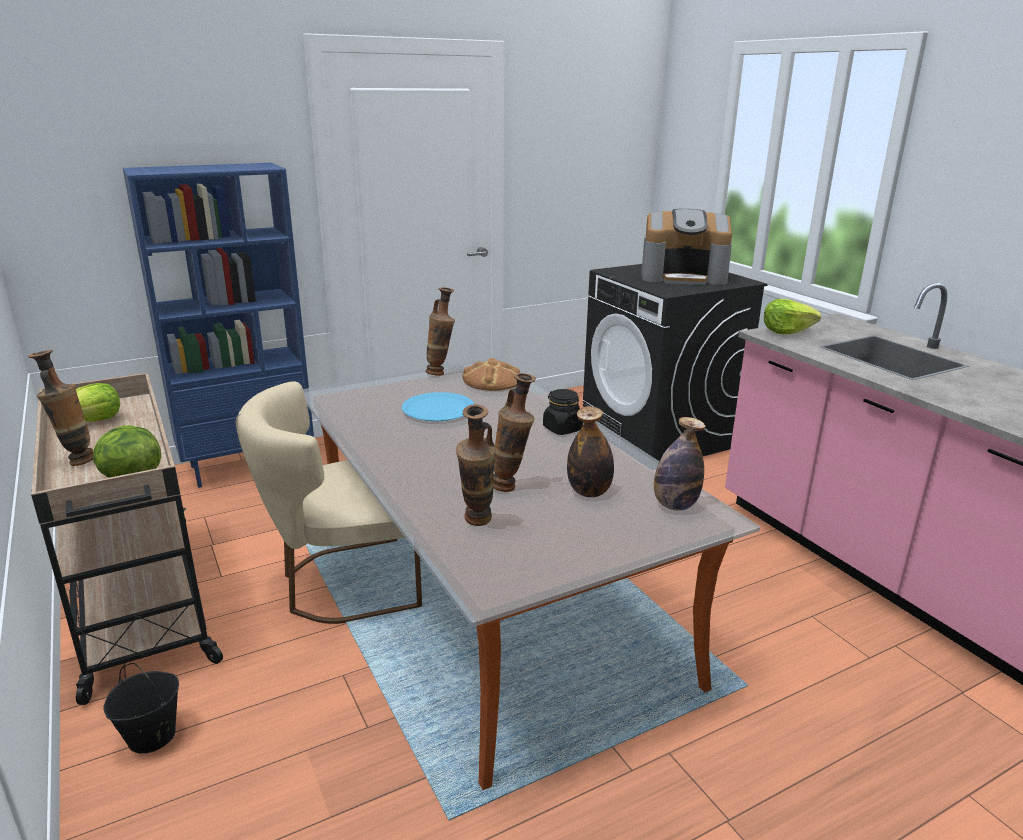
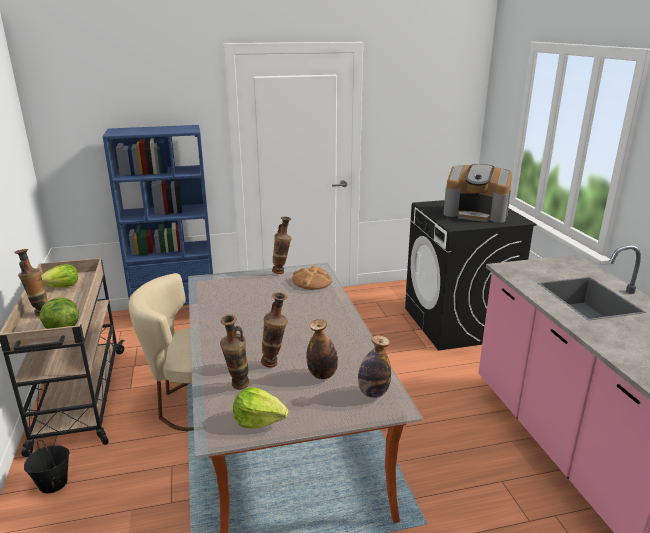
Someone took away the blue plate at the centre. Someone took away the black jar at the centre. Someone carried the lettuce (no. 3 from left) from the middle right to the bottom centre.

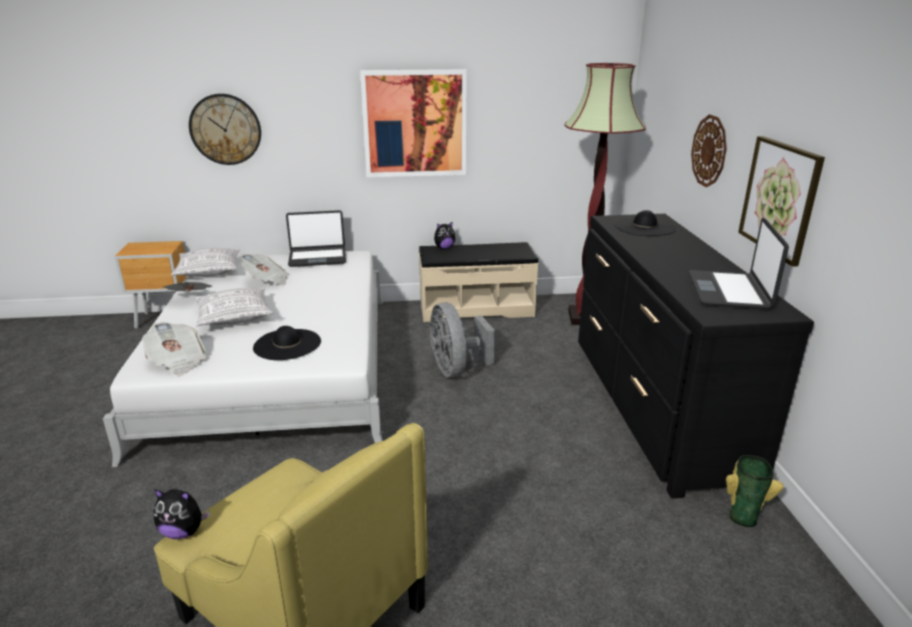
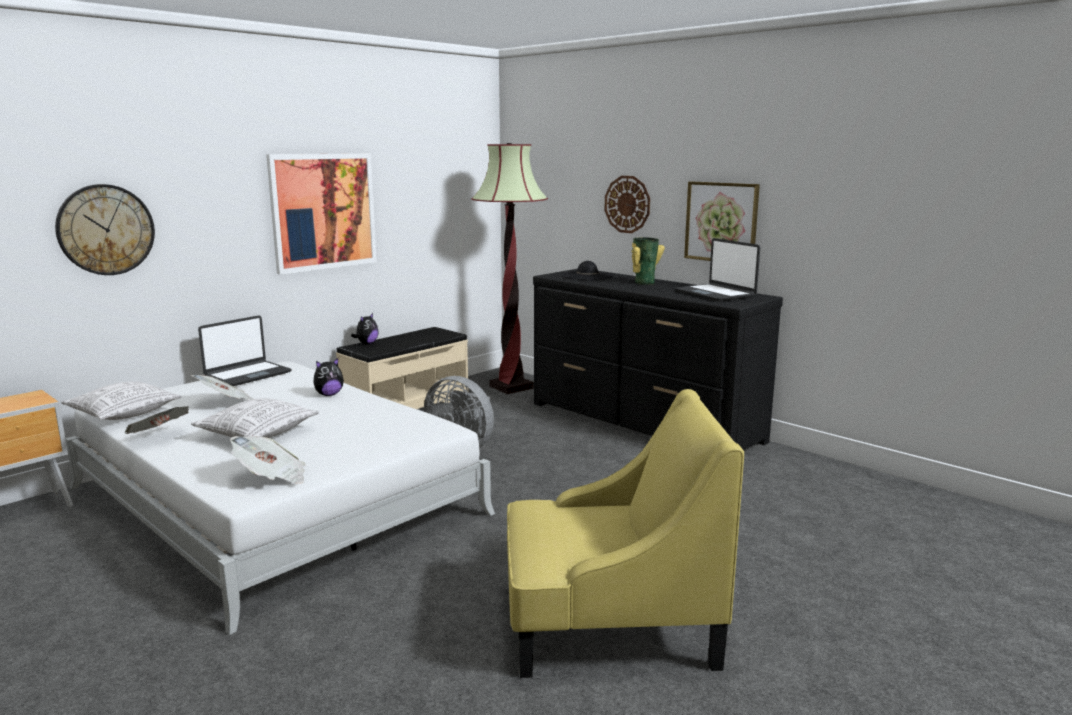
Someone carried the plush toy (no. 1 from left) from the bottom left to the middle left. Someone took away the black hat (no. 1 from left) at the middle left. Someone carried the vase from the bottom right to the centre.

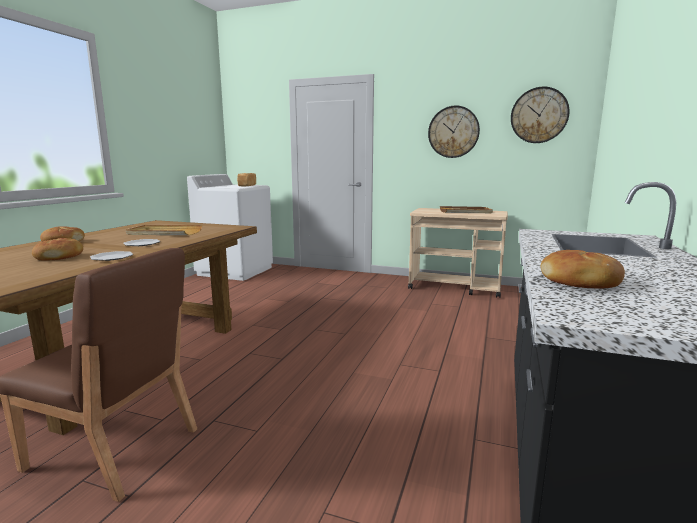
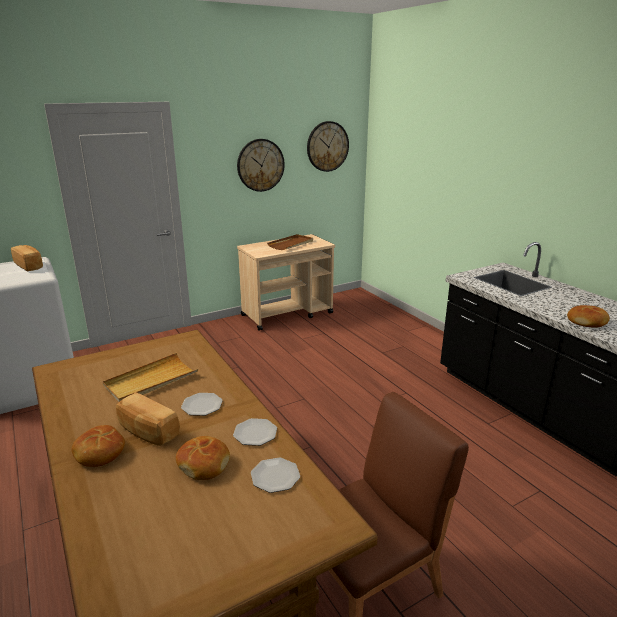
Someone put down the bread (no. 3 from left) at the bottom left. Someone put down the plate (no. 3 from left) at the bottom centre.

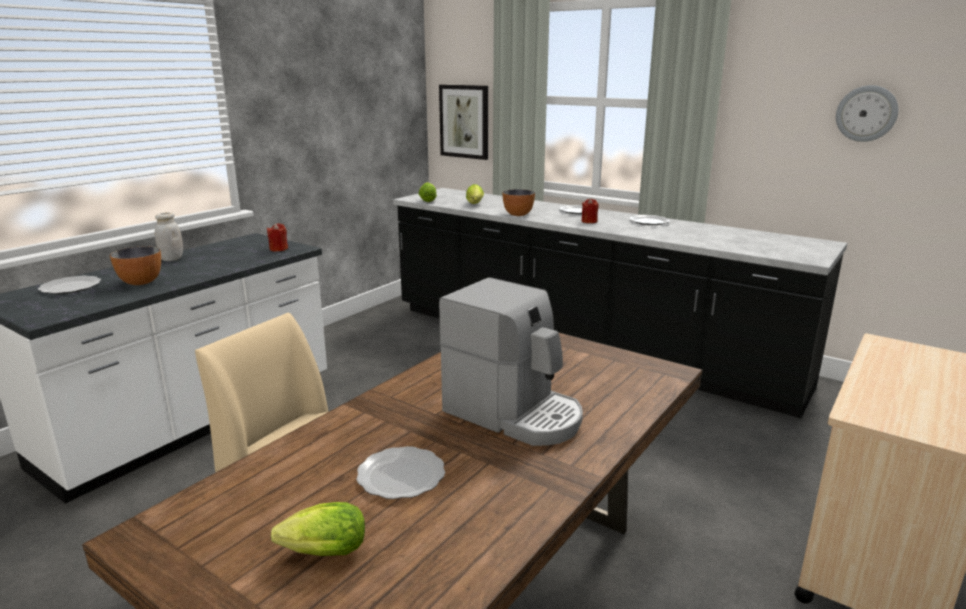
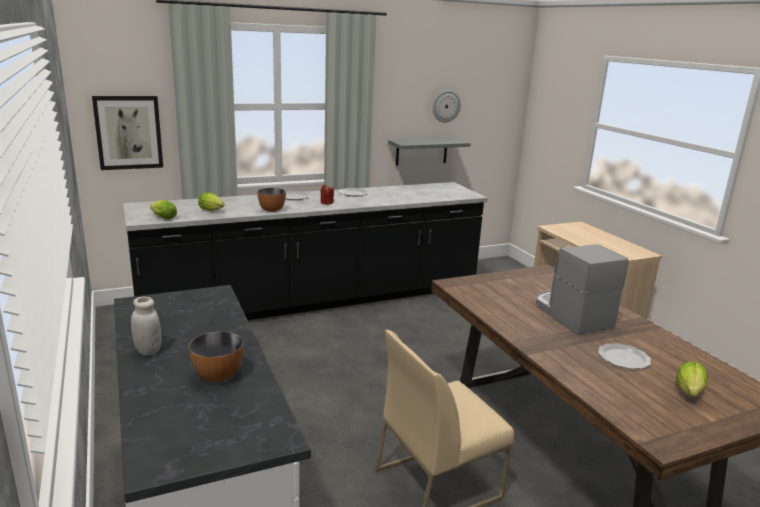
Someone took away the plate (no. 1 from left) at the middle left. Someone took away the red candle (no. 1 from left) at the middle left. Someone rotated the coffee machine at the centre by 90 degrees counterclockwise. Someone put up the grey shelf at the top centre.

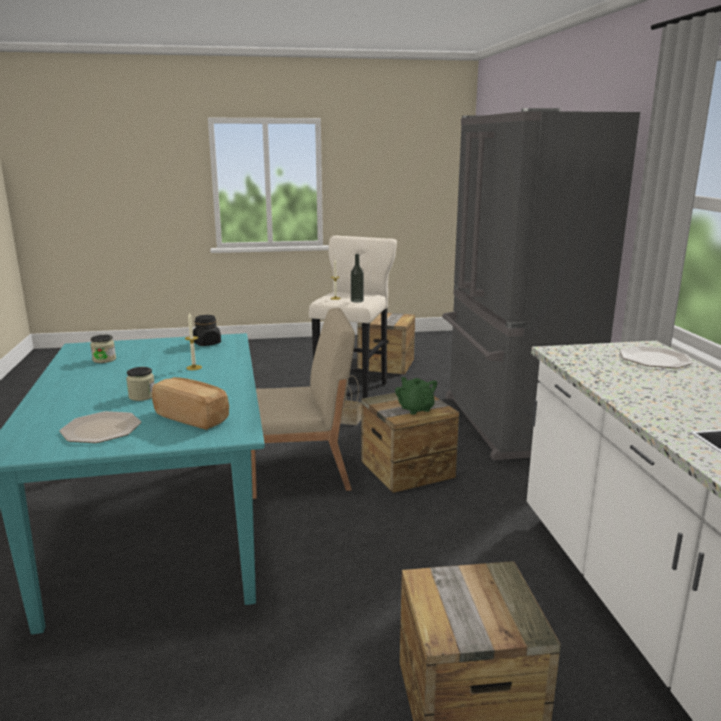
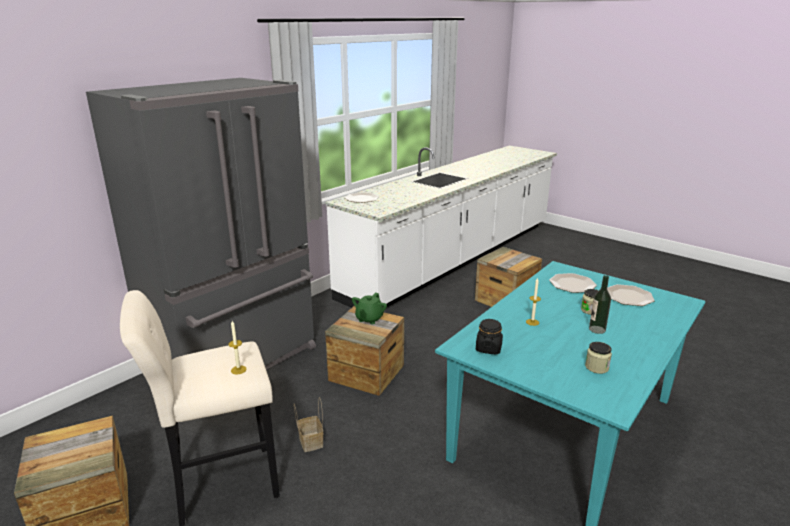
Someone swapped the bread at the middle left for the plate (no. 2 from left) at the middle right. Someone took away the beige chair at the centre. Someone carried the bottle from the centre to the middle right.

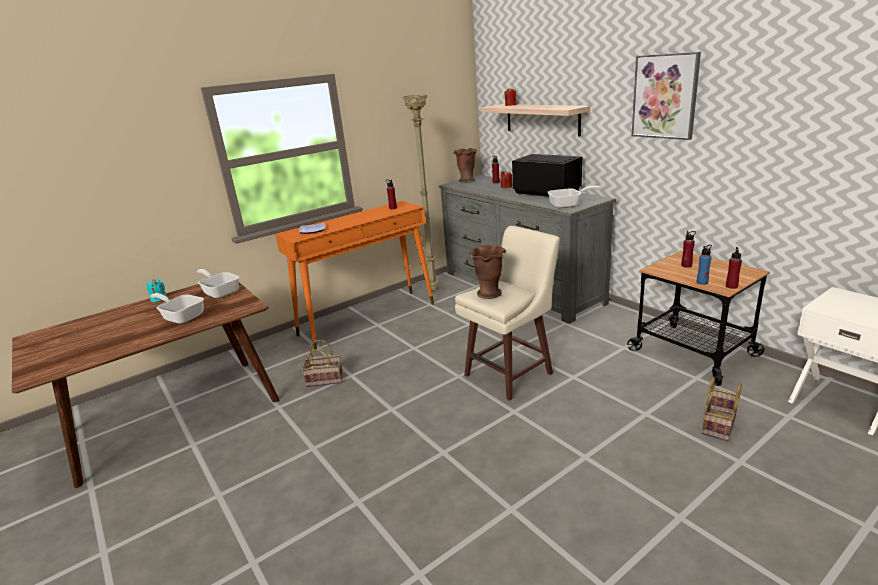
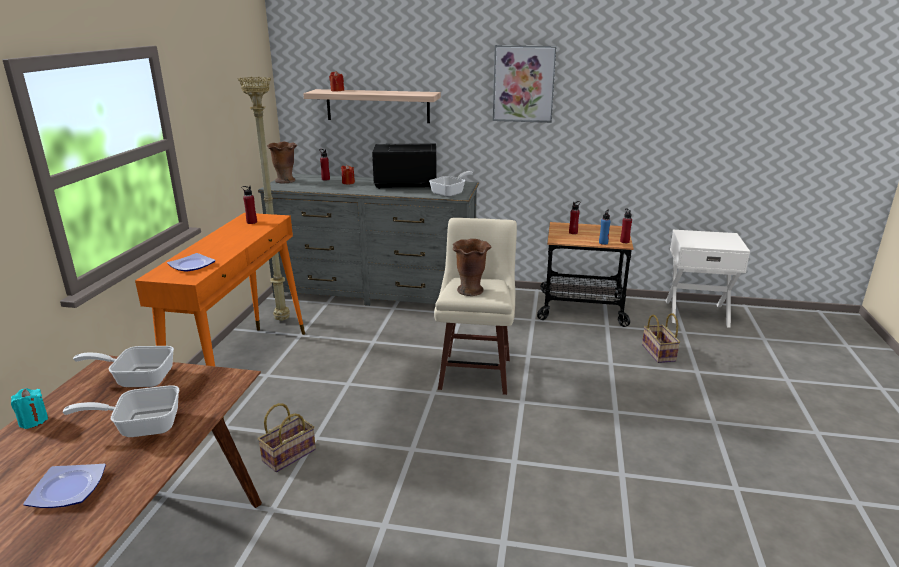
Someone put down the plate (no. 1 from left) at the bottom left.

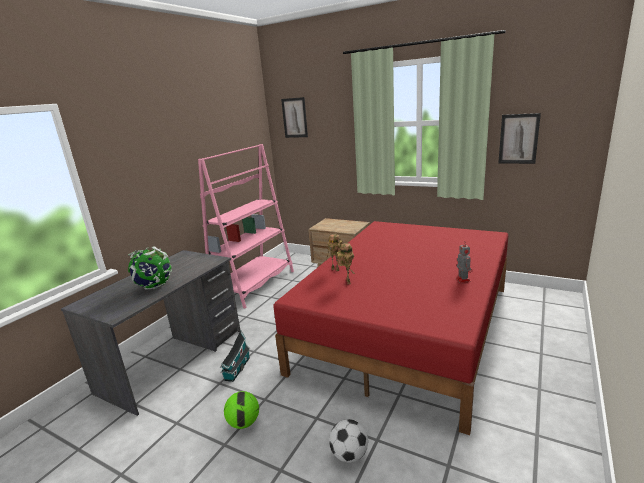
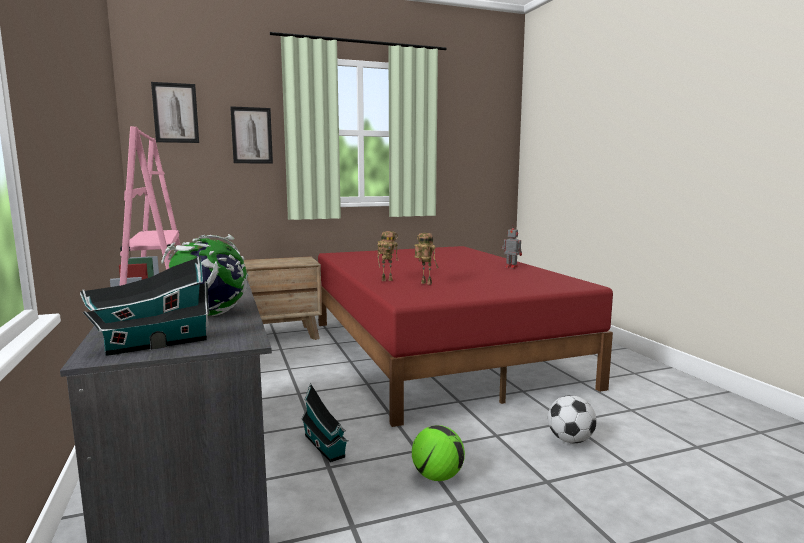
Someone carried the picture (no. 2 from left) from the top right to the top left. Someone put down the toy house (no. 1 from left) at the middle left.

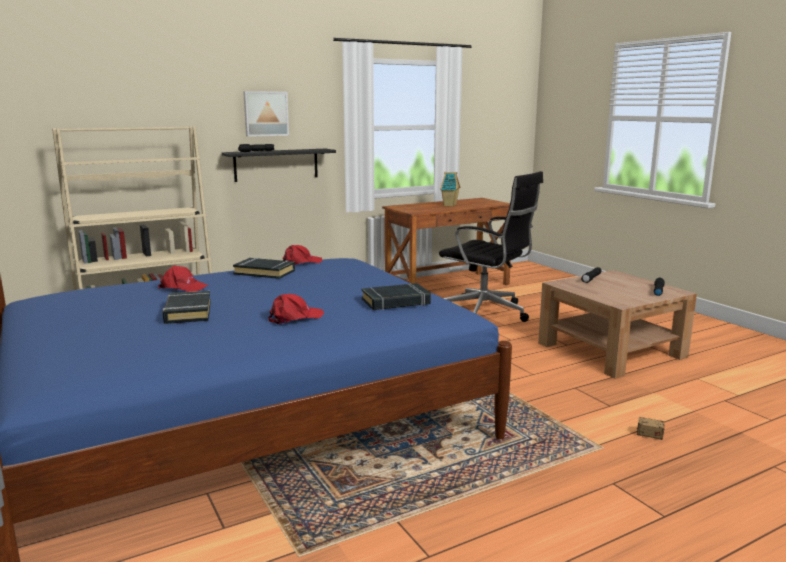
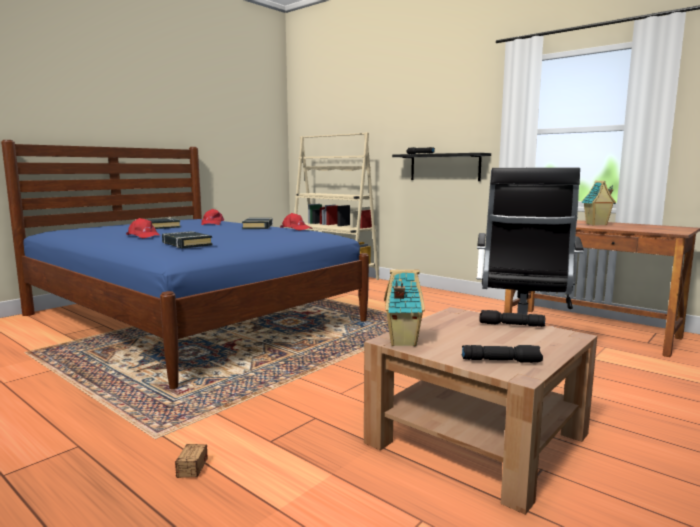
Someone took away the picture at the top centre. Someone put down the toy house (no. 1 from left) at the centre.

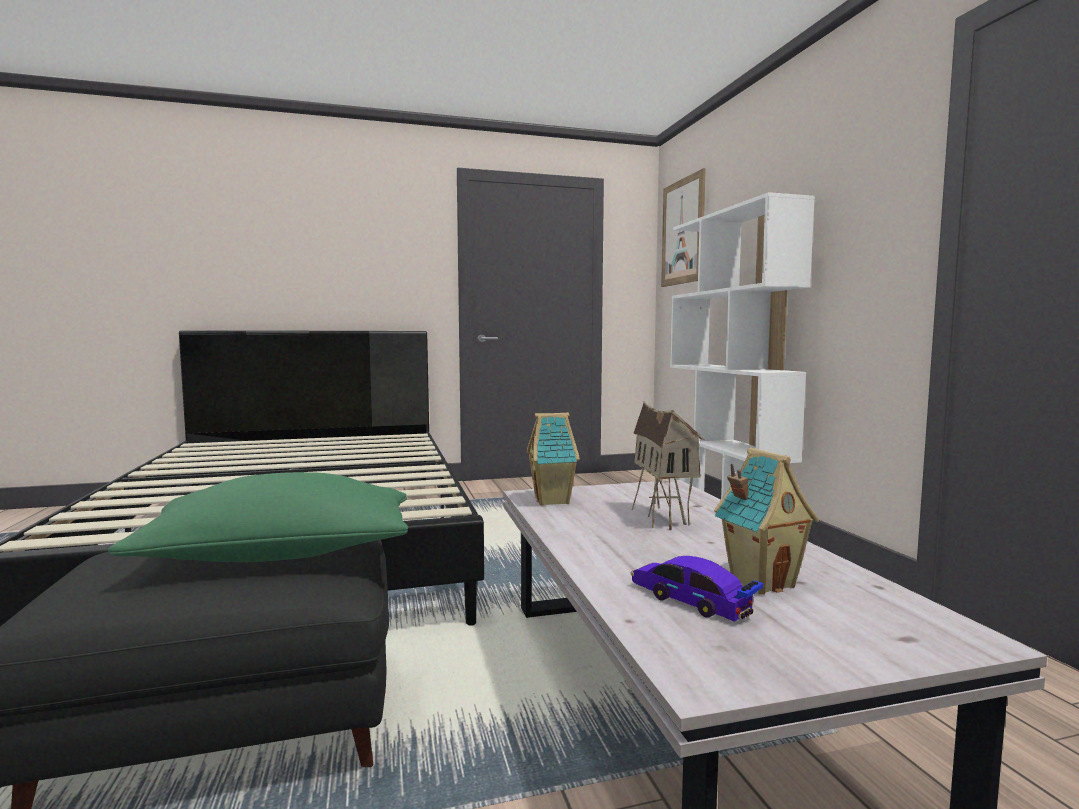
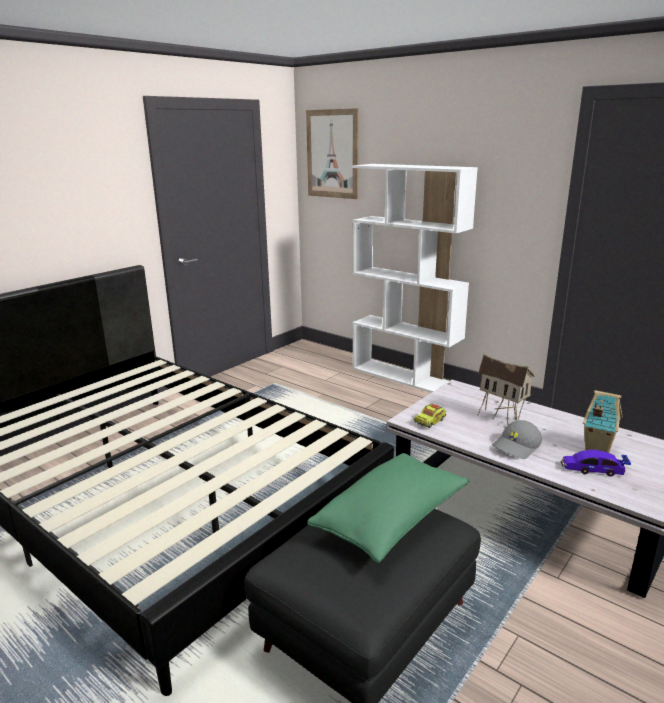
Someone swapped the toy house (no. 1 from left) at the centre for the toy truck at the centre. Someone put down the grey cap at the middle right.

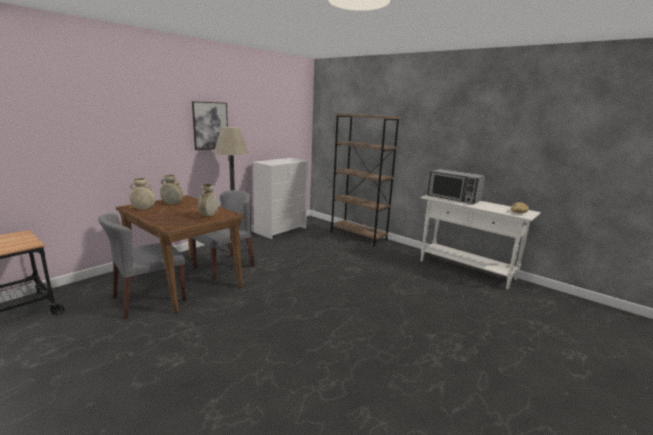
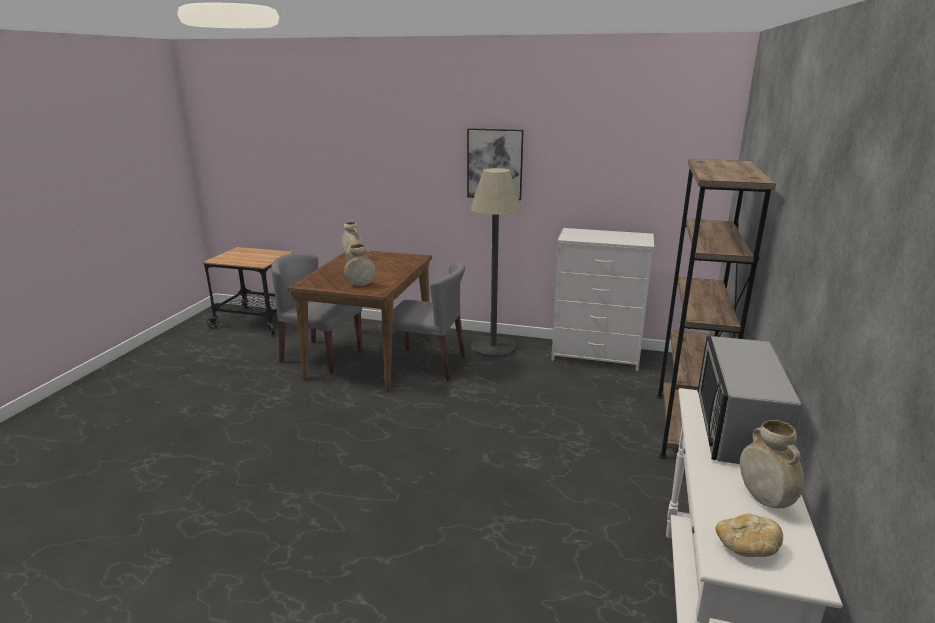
Someone carried the beige vase (no. 2 from left in the first image) from the middle left to the bottom right.

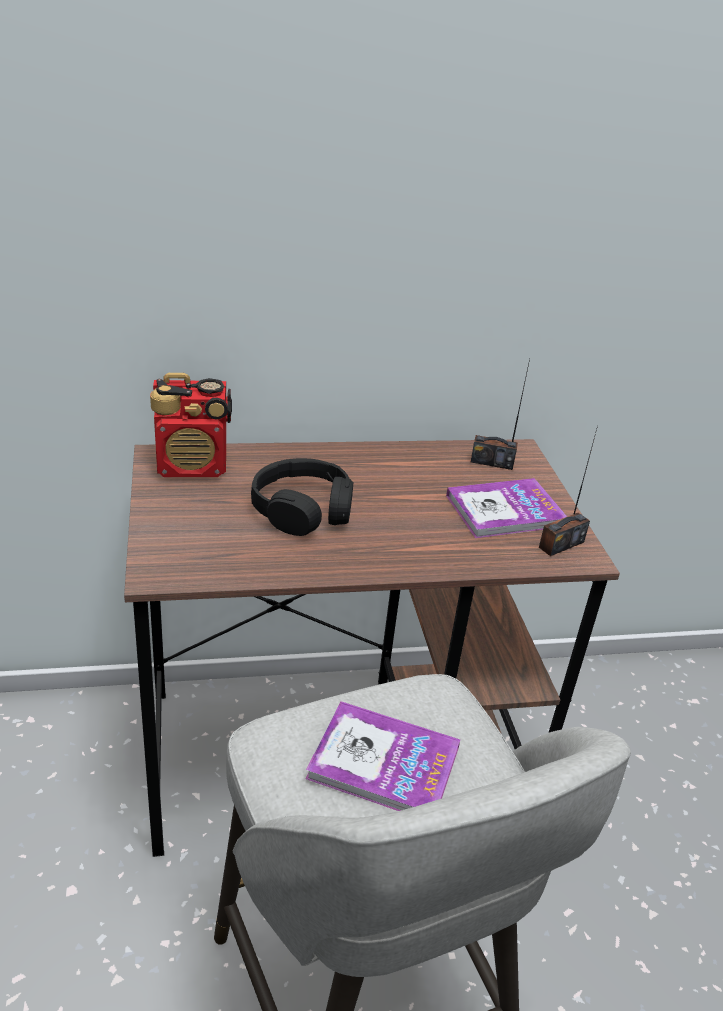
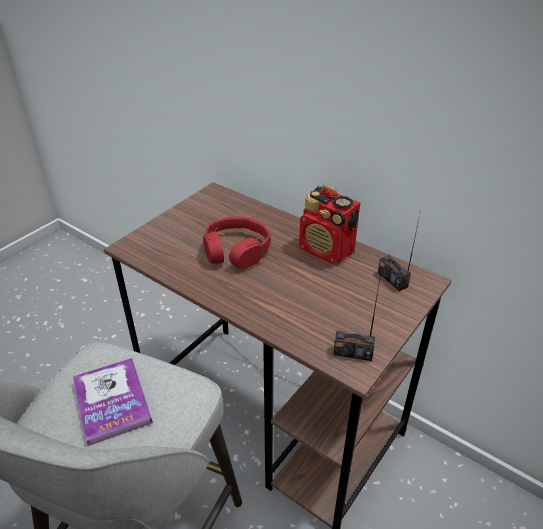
Someone carried the radio (no. 1 from left) from the middle left to the centre. Someone repainted the black headphones at the centre, which became the red headphones at the centre. Someone took away the book (no. 2 from left) at the middle right.

